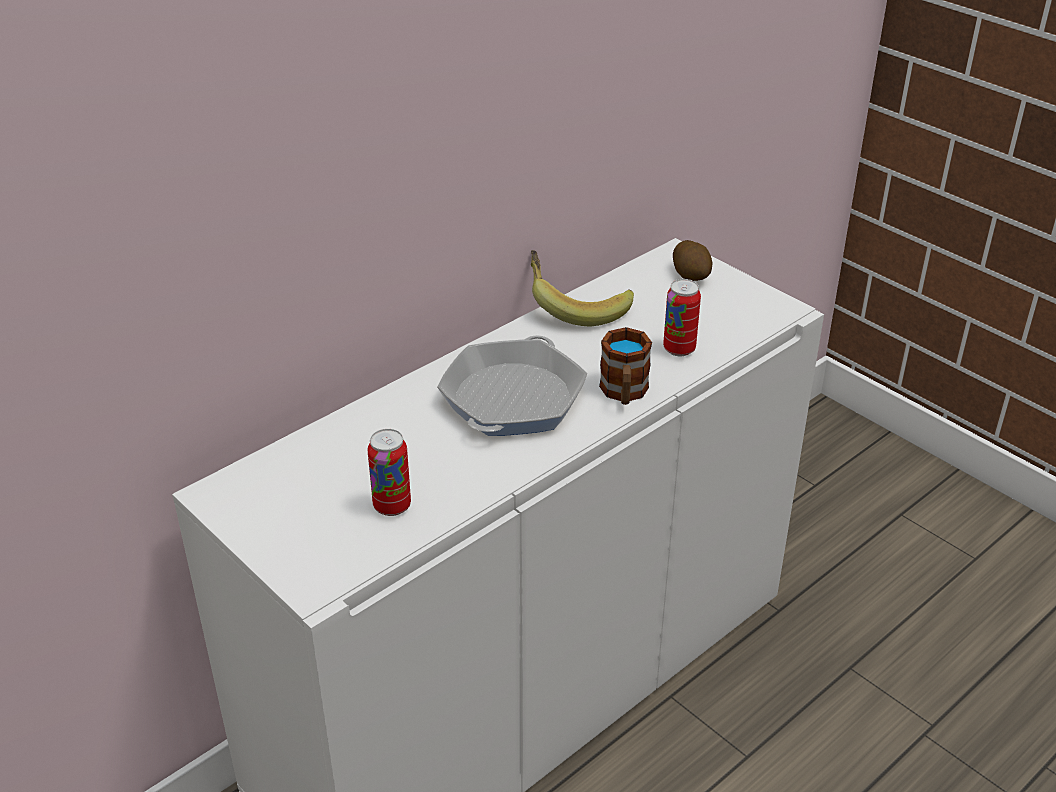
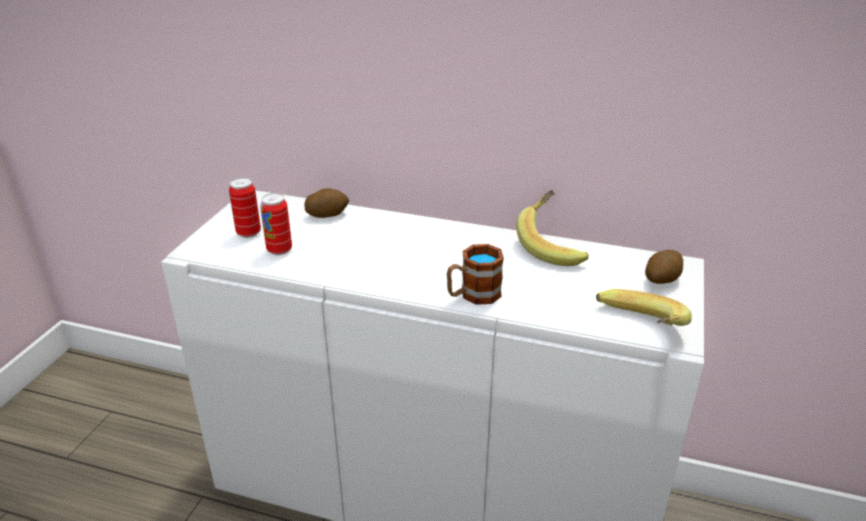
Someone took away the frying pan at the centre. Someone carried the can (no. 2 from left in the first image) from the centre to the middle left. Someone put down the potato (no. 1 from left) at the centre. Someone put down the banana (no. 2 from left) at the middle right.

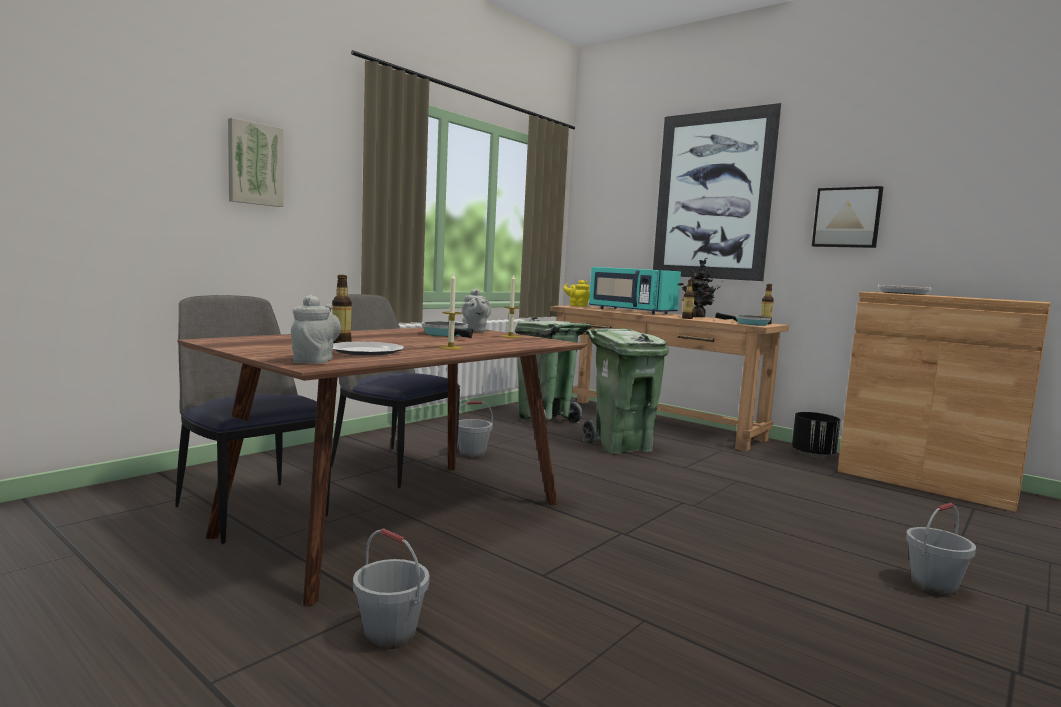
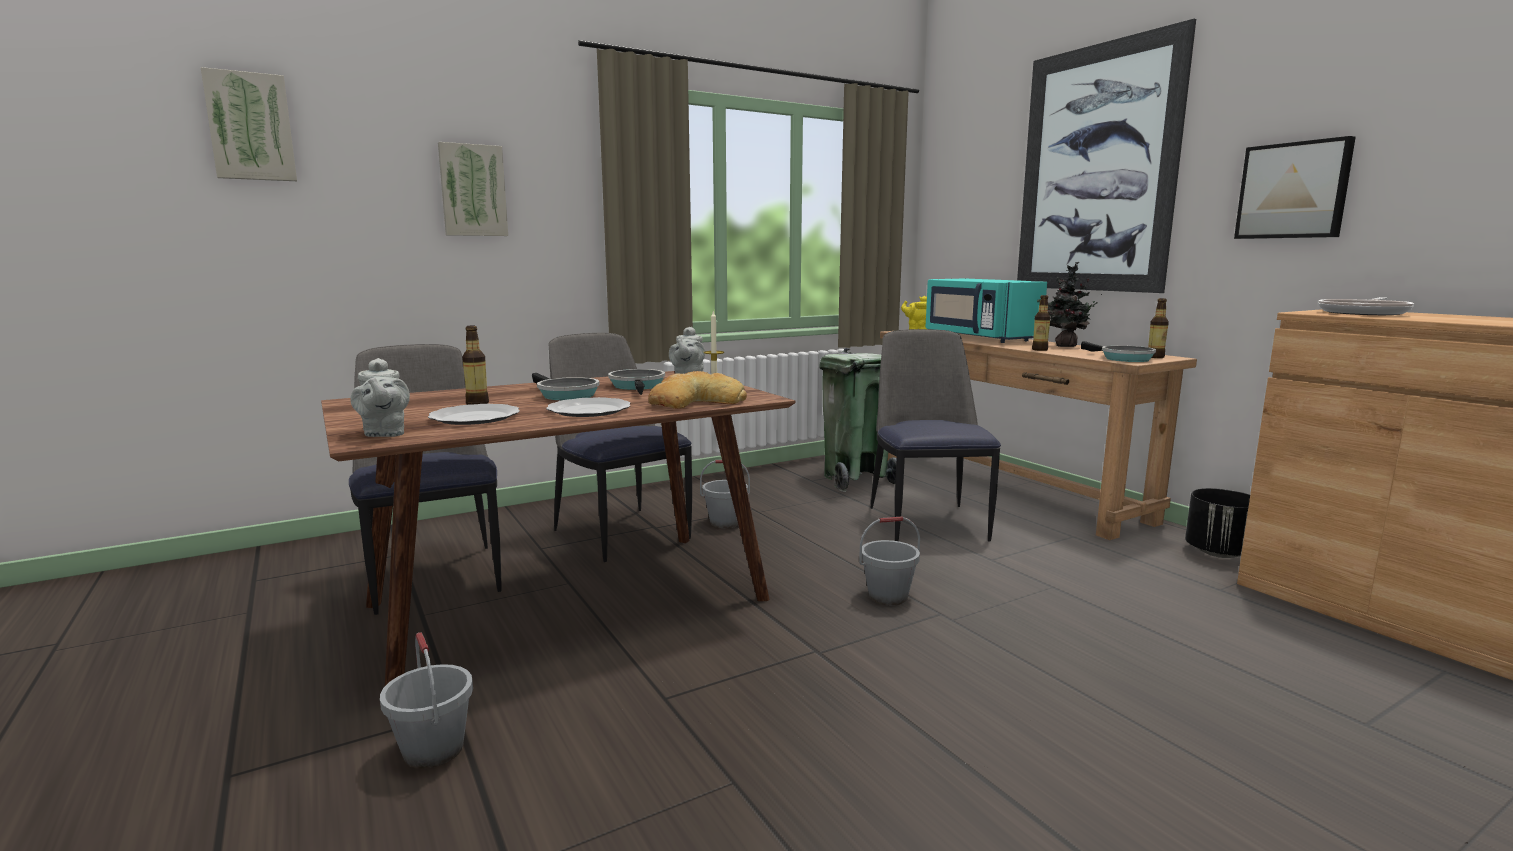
Someone rotated the grey teapot (no. 1 from left) at the middle left by 135 degrees clockwise. Someone swapped the candle (no. 1 from left) at the centre for the plate (no. 2 from left) at the centre. Someone swapped the green trash can (no. 2 from left) at the centre for the chair (no. 3 from left) at the centre. Someone carried the grey bucket (no. 3 from left) from the bottom right to the centre. Someone put up the picture (no. 1 from left) at the top left. Someone put down the frying pan (no. 1 from left) at the centre. Someone put down the bread at the centre.

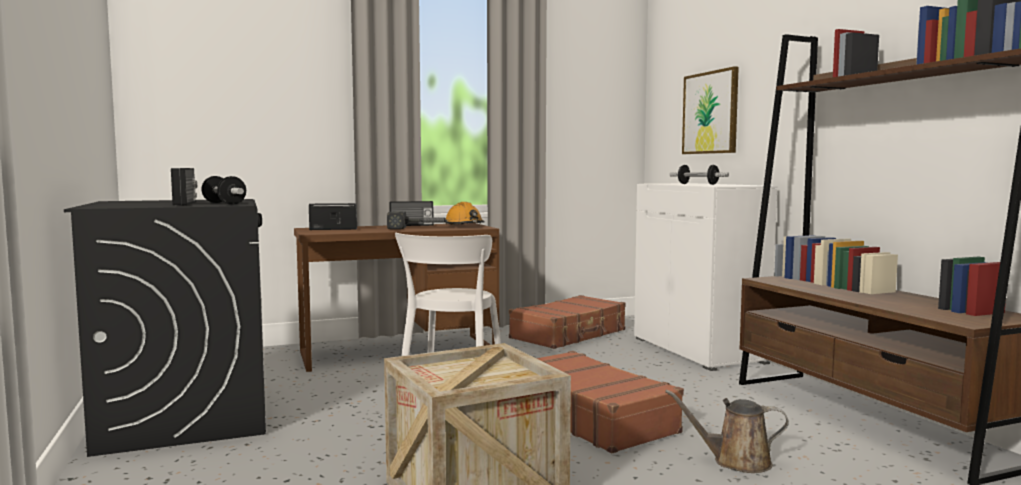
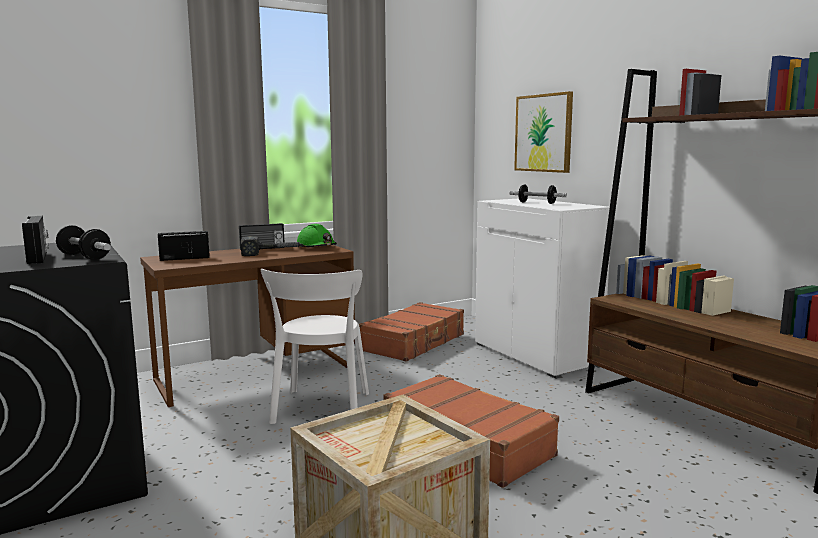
Someone repainted the orange hard hat at the centre, which became the green hard hat at the centre. Someone took away the brown watering can at the bottom right.

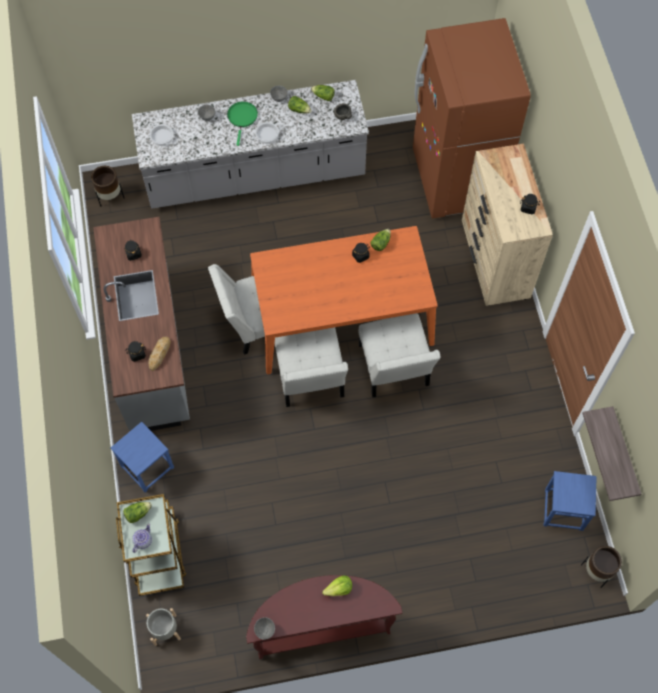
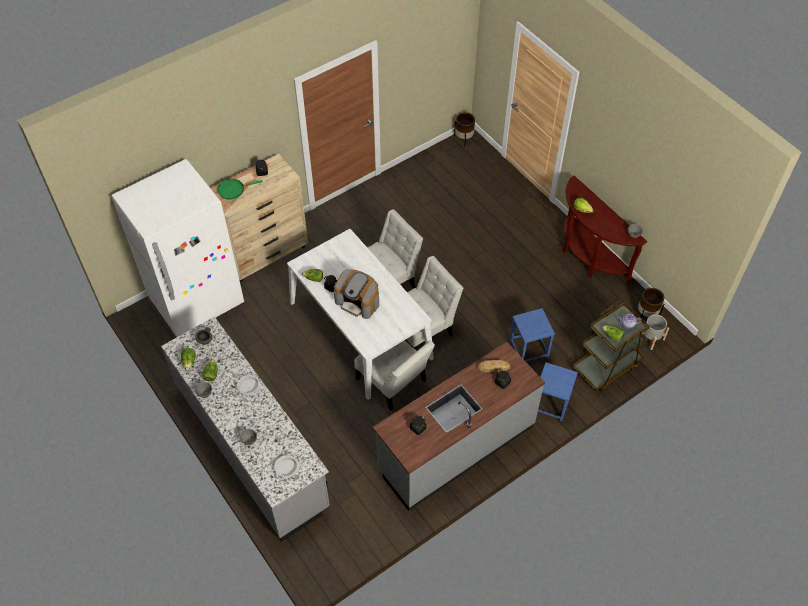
Someone carried the brown planter (no. 1 from left in the first image) from the top left to the middle right. Someone carried the green frying pan from the top centre to the top left. Someone repainted the orange dining table at the centre, which became the white dining table at the centre. Someone repainted the brown fridge at the top right, which became the white fridge at the middle left. Someone carried the blue stool (no. 2 from left in the first image) from the bottom right to the centre. Someone took away the shelf at the middle right. Someone put down the coffee machine at the centre.

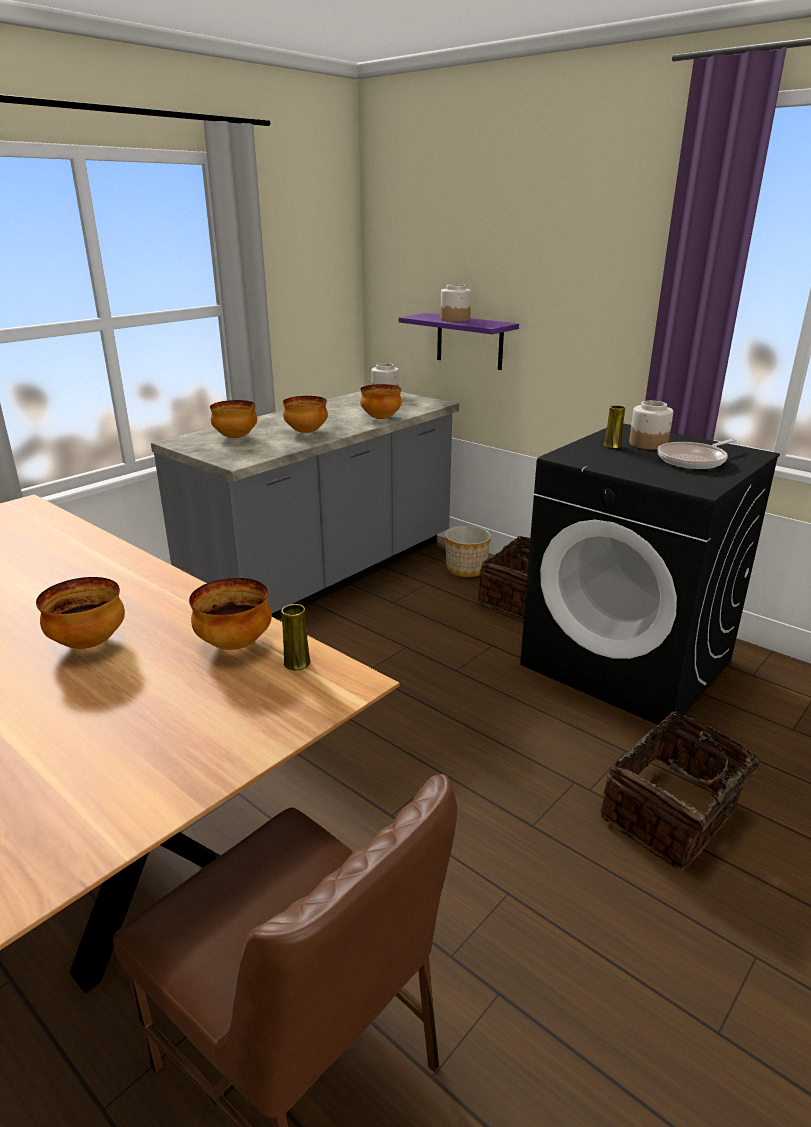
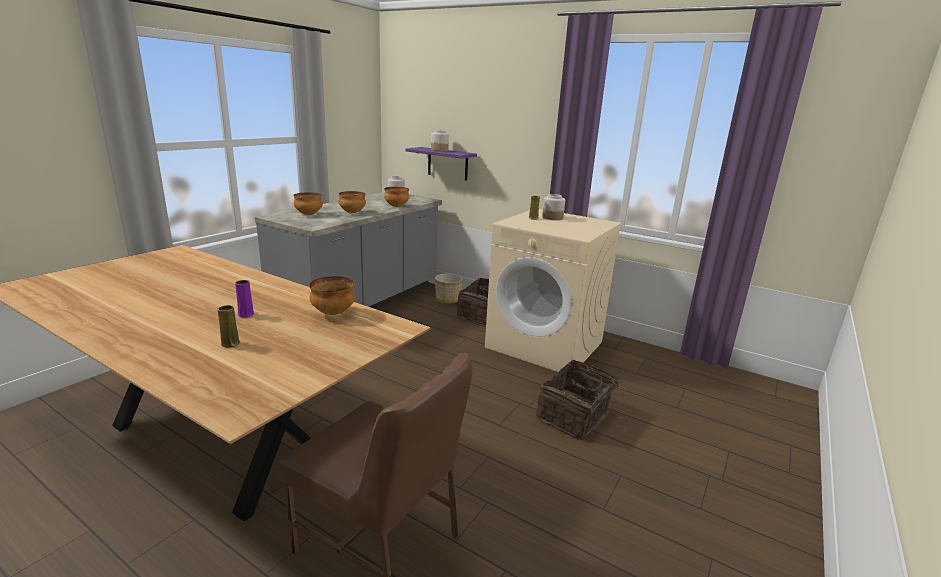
Someone swapped the bowl (no. 1 from left) at the middle left for the purple vase at the middle left. Someone carried the yellow vase (no. 1 from left) from the centre to the middle left. Someone repainted the black washing machine at the middle right, which became the beige washing machine at the centre. Someone took away the frying pan at the middle right.

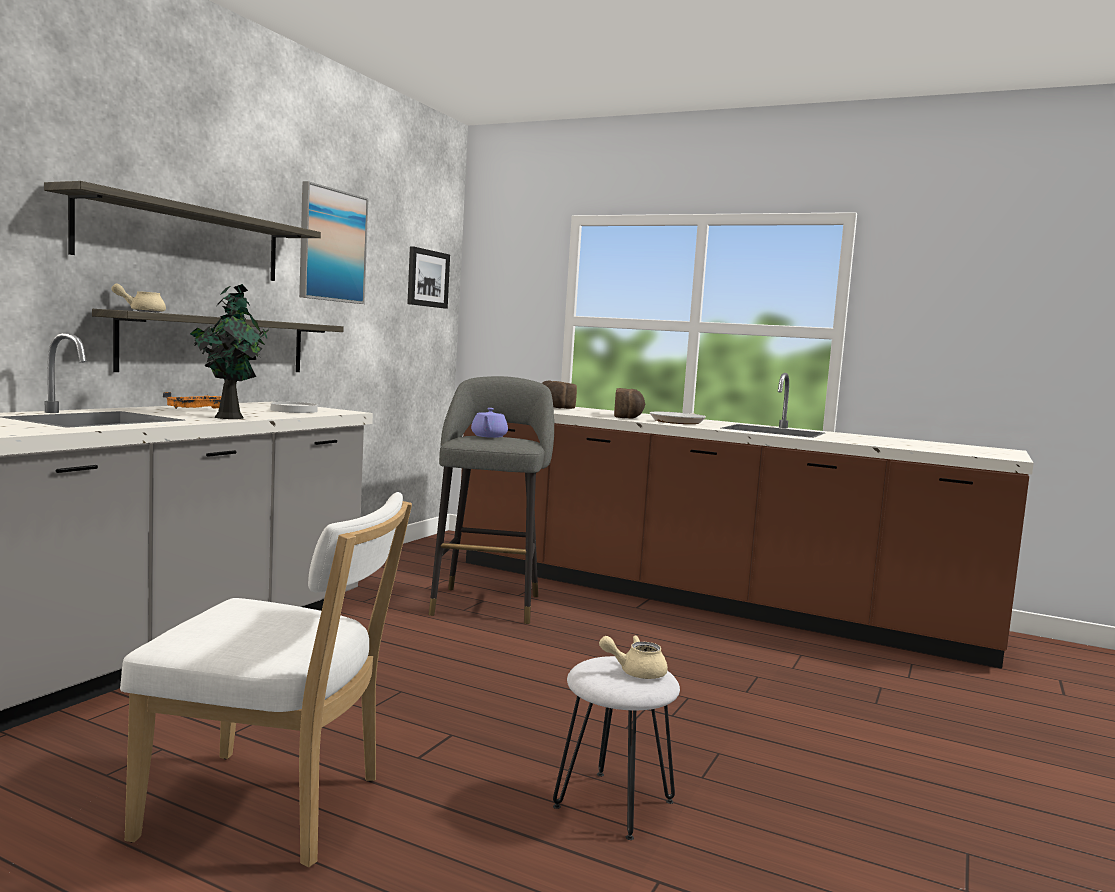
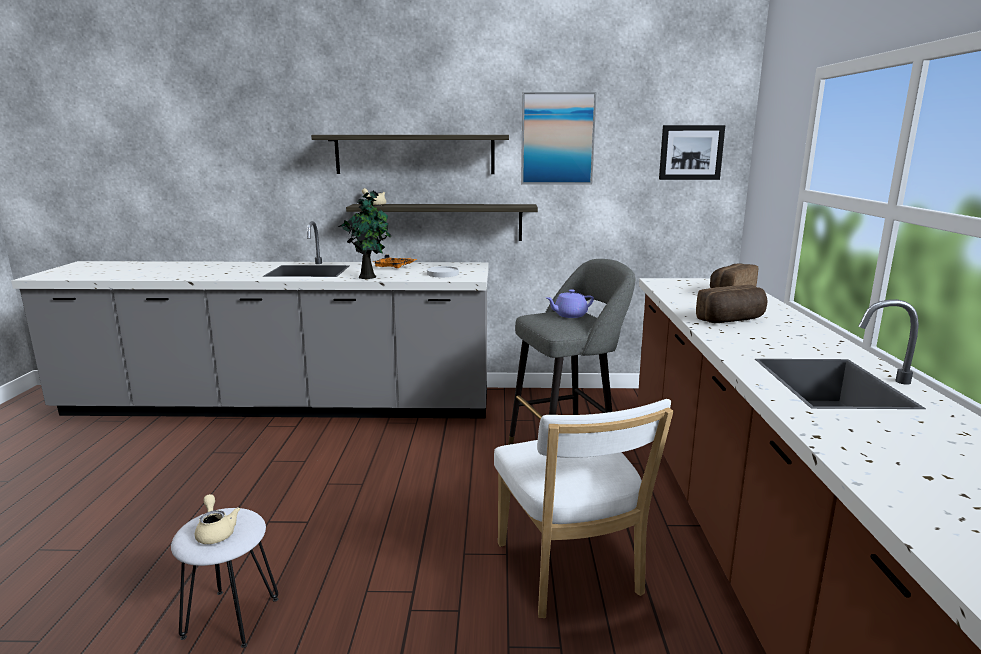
Someone carried the white chair from the bottom left to the bottom centre. Someone took away the frying pan at the centre.

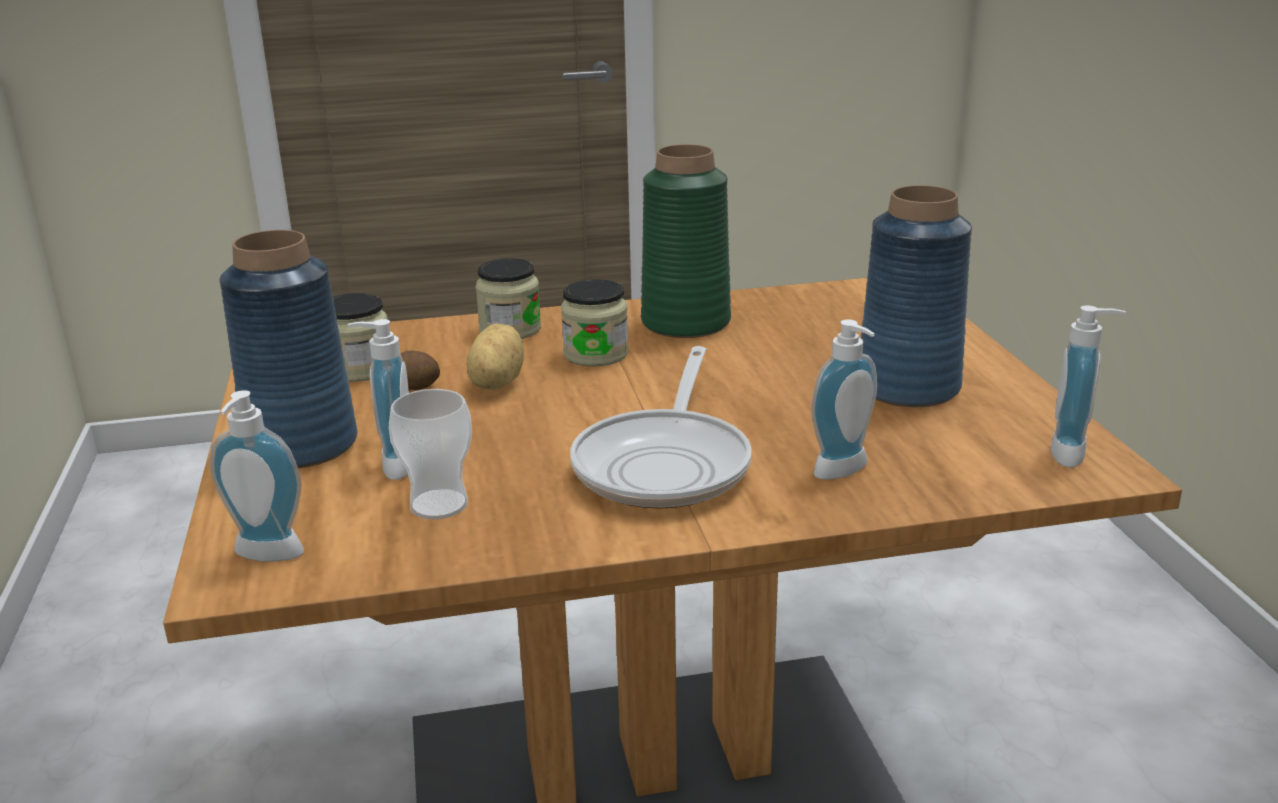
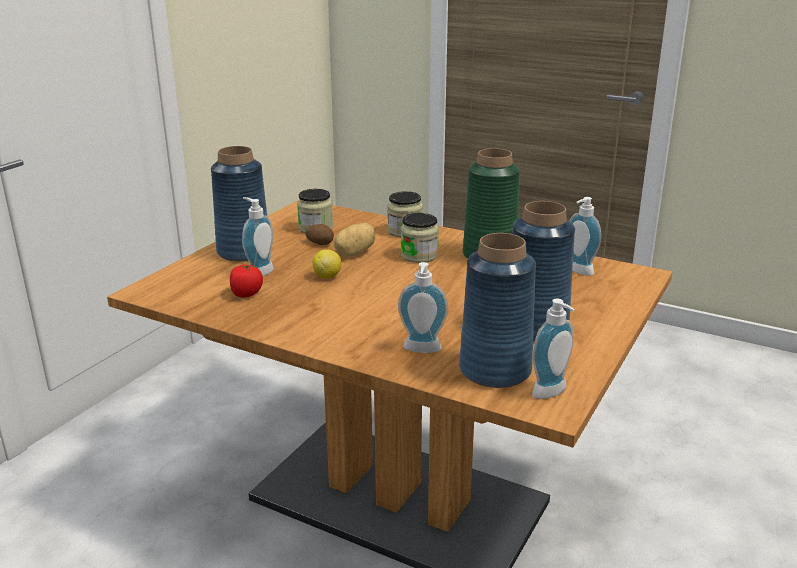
Someone carried the soap dispenser (no. 1 from left in the first image) from the middle left to the middle right. Someone swapped the cup at the centre for the tomato at the middle left. Someone took away the frying pan at the centre. Someone put down the lemon at the centre. Someone put down the blue vase (no. 2 from left) at the centre.

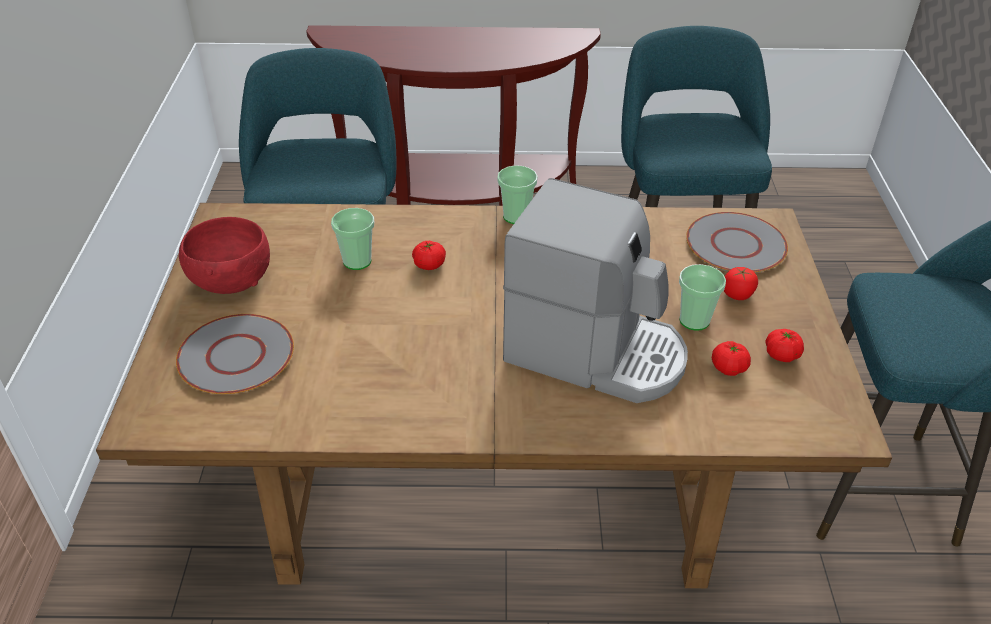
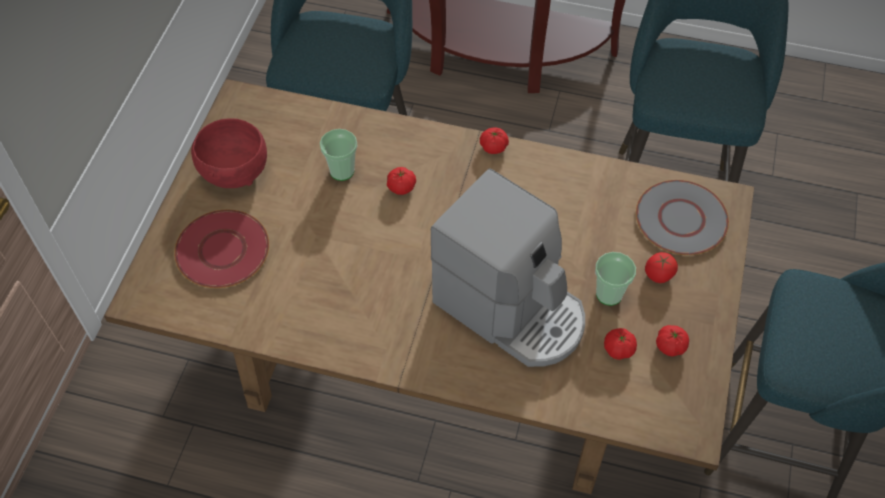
Someone repainted the grey plate (no. 1 from left) at the middle left, which became the red plate at the middle left. Someone swapped the cup (no. 2 from left) at the top centre for the tomato (no. 2 from left) at the top centre.

